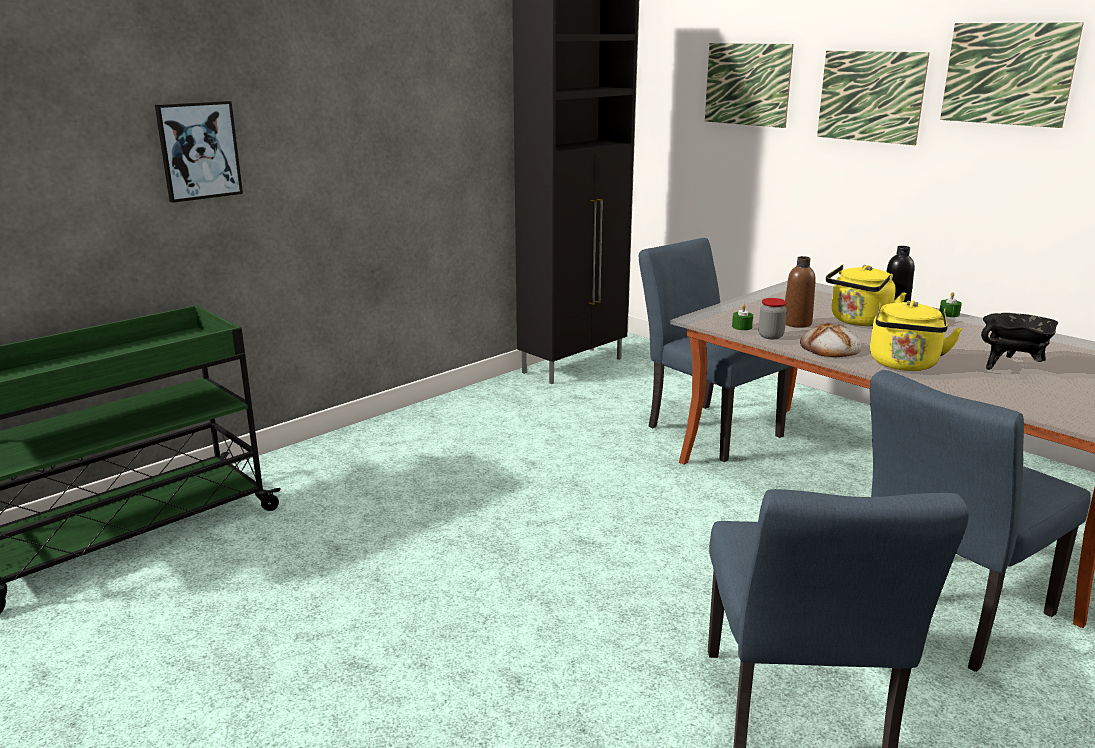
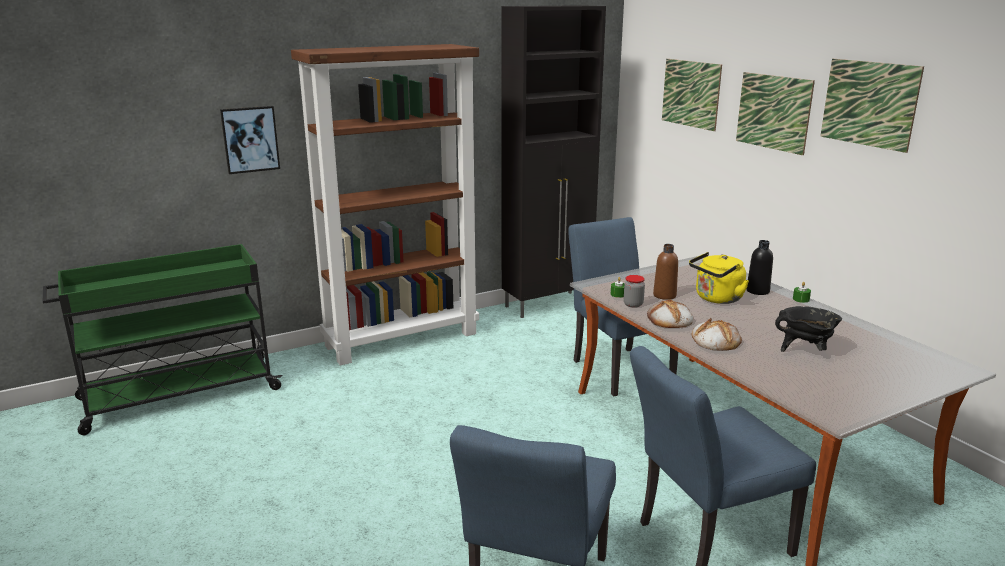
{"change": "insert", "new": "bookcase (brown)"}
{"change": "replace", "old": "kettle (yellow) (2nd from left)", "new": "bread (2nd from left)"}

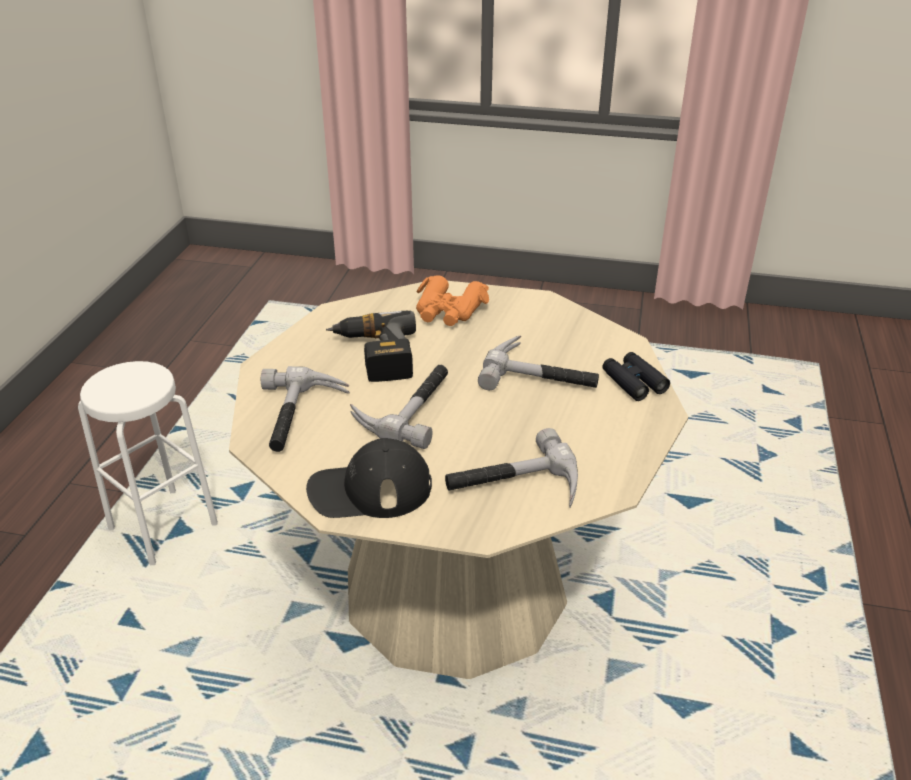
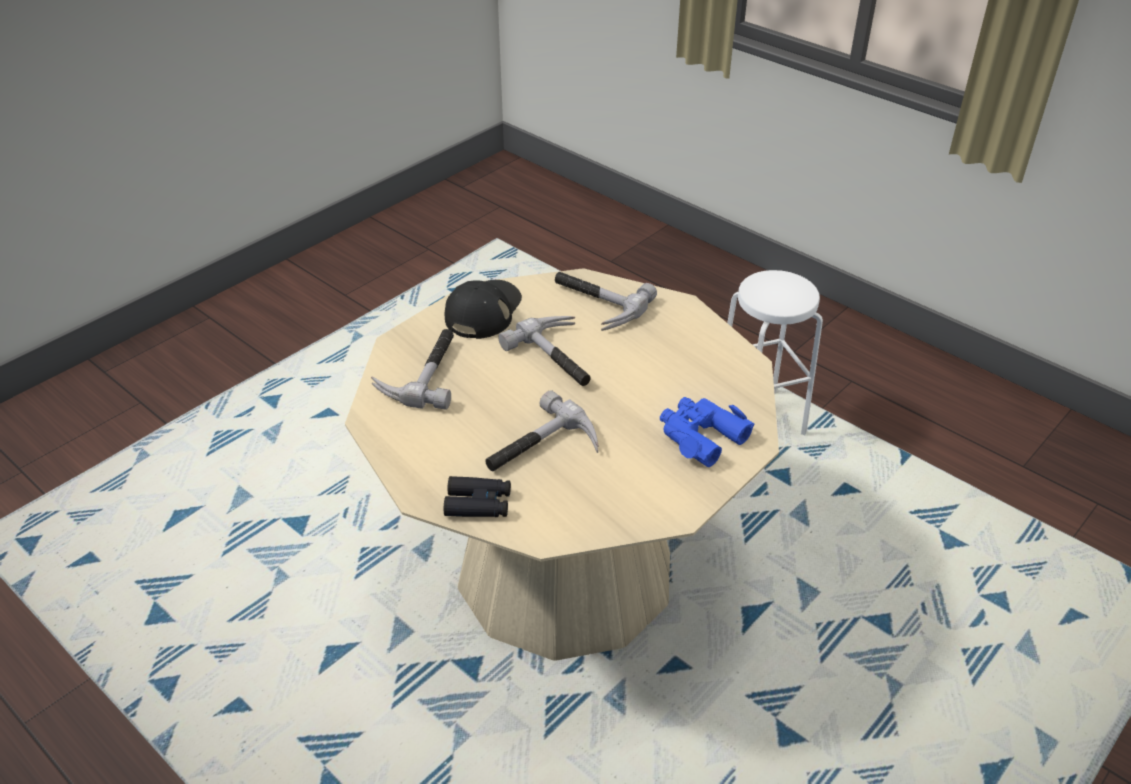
{"change": "recolor", "old": "binoculars (orange)", "new": "binoculars (blue)"}
{"change": "delete", "old": "power drill"}

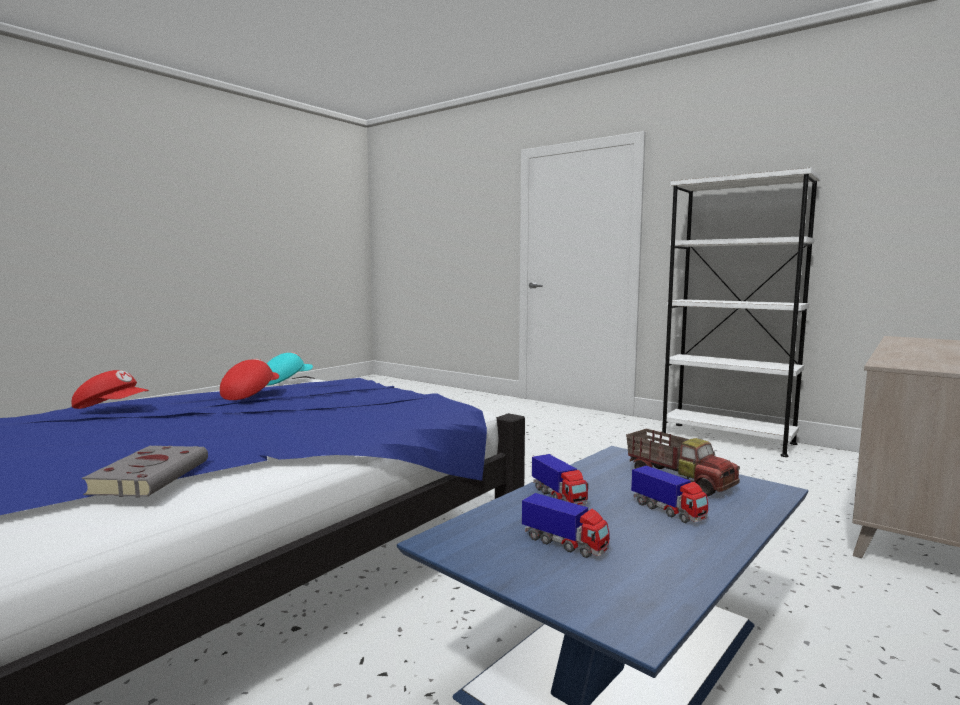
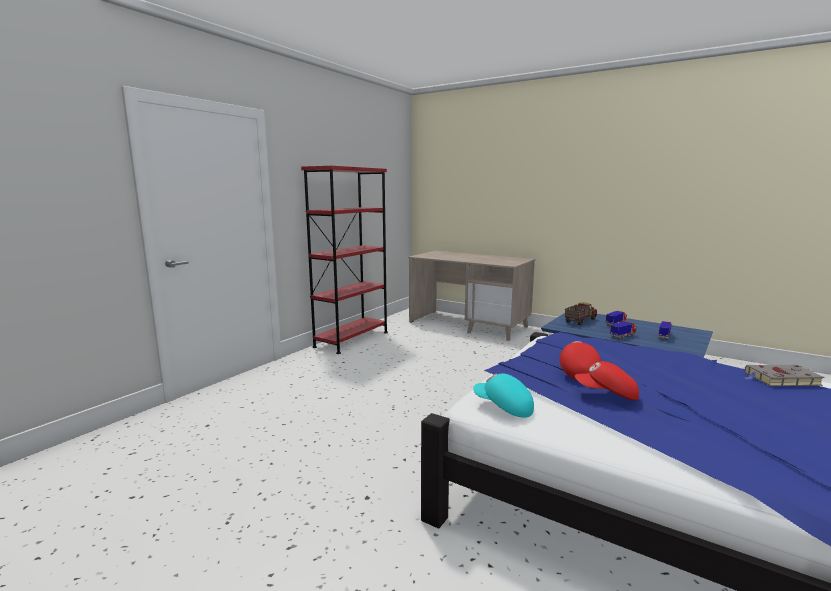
{"change": "recolor", "old": "bookcase (white)", "new": "bookcase (red)"}
{"change": "move", "old": "cap (red) (1st from left)"}

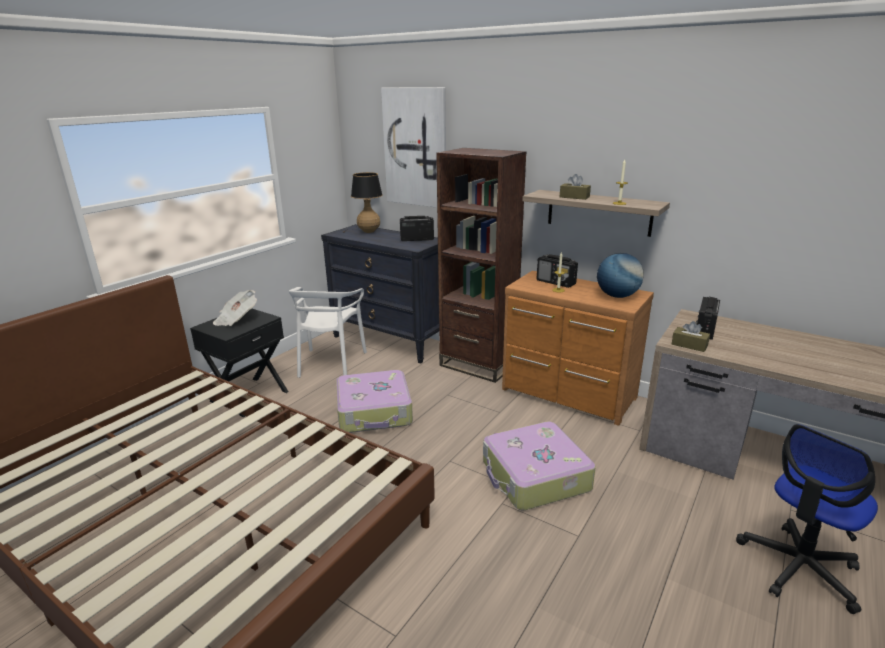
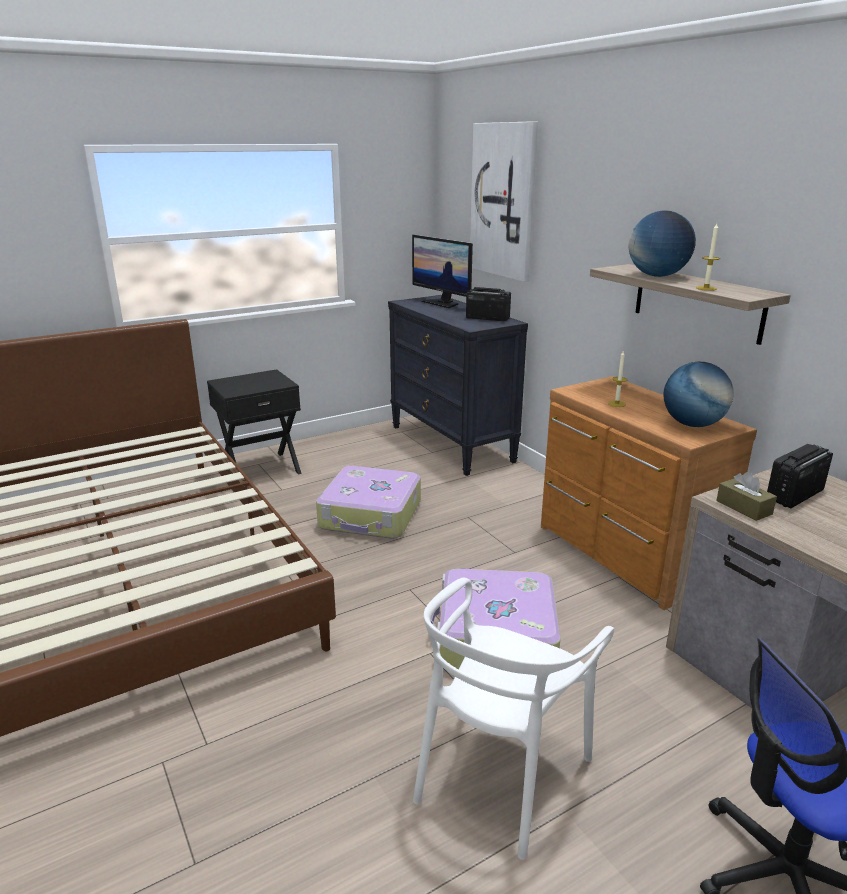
{"change": "replace", "old": "table lamp", "new": "monitor"}
{"change": "move", "old": "chair (white)"}
{"change": "replace", "old": "tissue box (brown) (1st from left)", "new": "globe (1st from left)"}
{"change": "delete", "old": "newspaper"}
{"change": "delete", "old": "bookcase (brown)"}
{"change": "delete", "old": "radio (2nd from left)"}

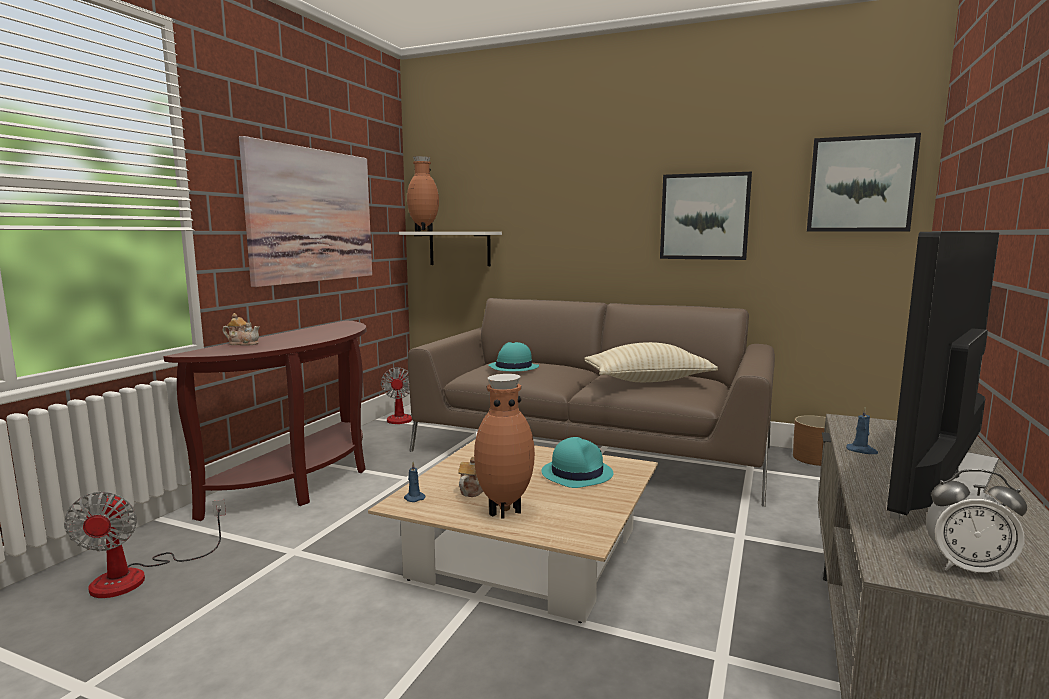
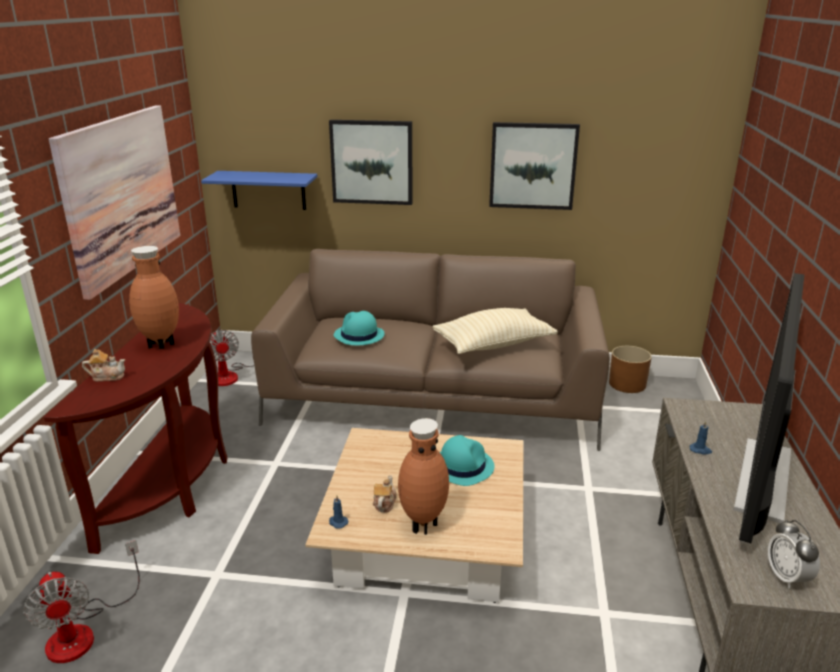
{"change": "move", "old": "vase (brown) (1st from left)"}
{"change": "recolor", "old": "shelf (white)", "new": "shelf (blue)"}
{"change": "move", "old": "picture (3rd from left in the first image)", "new": "picture (2nd from left)"}
{"change": "rotate", "old": "alarm clock", "degrees": 75}

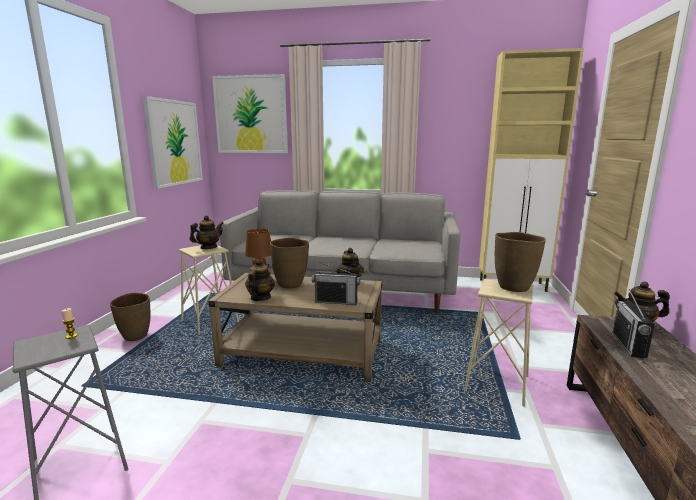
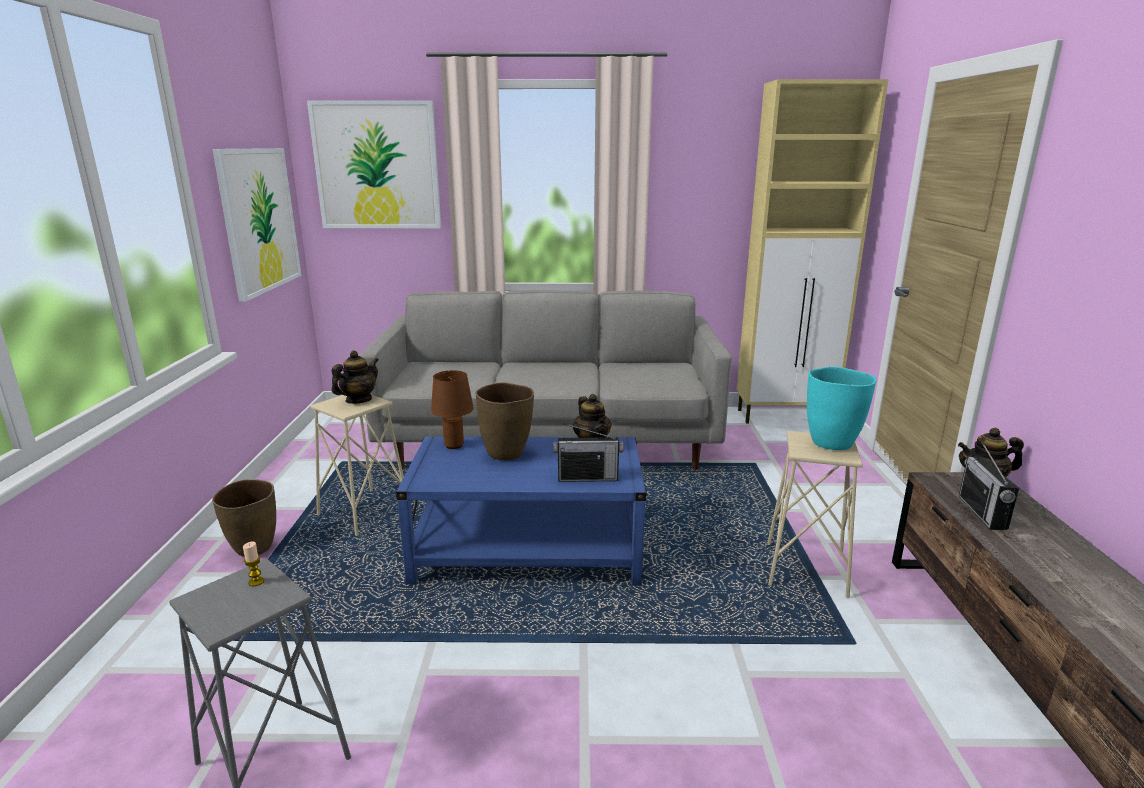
{"change": "recolor", "old": "coffee table (beige)", "new": "coffee table (blue)"}
{"change": "recolor", "old": "vase (brown) (3rd from left)", "new": "vase (turquoise)"}
{"change": "delete", "old": "teapot (2nd from left)"}

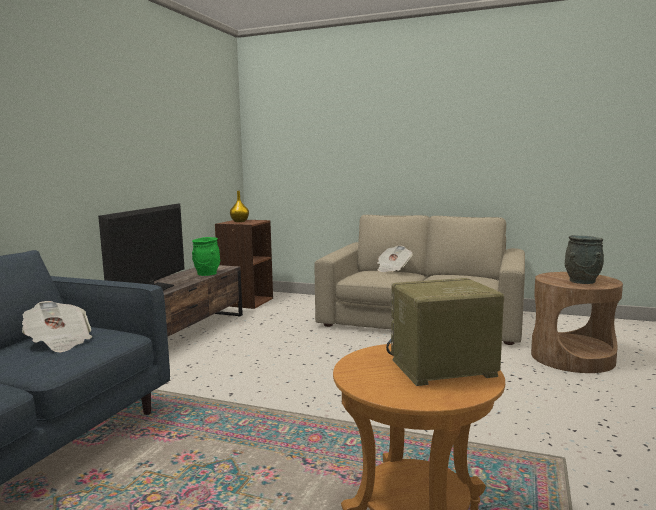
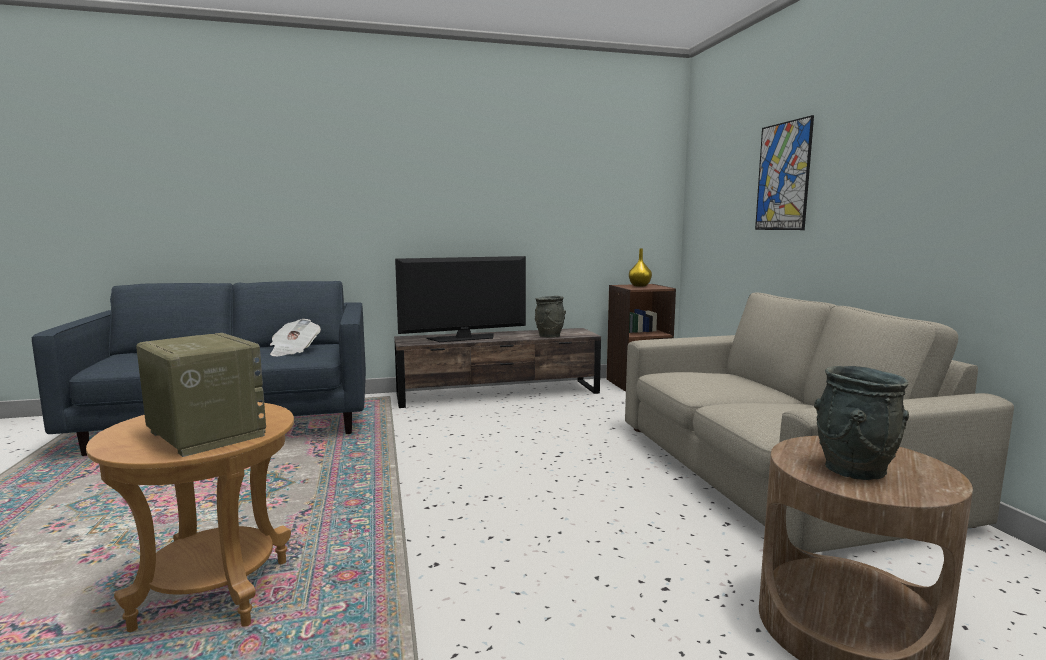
{"change": "recolor", "old": "vase (green)", "new": "vase (grey) (1st from left)"}
{"change": "insert", "new": "picture"}
{"change": "delete", "old": "newspaper (2nd from left)"}

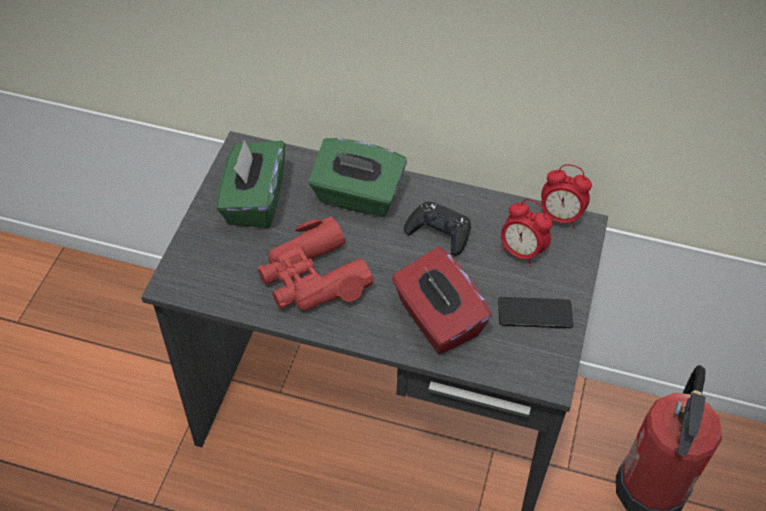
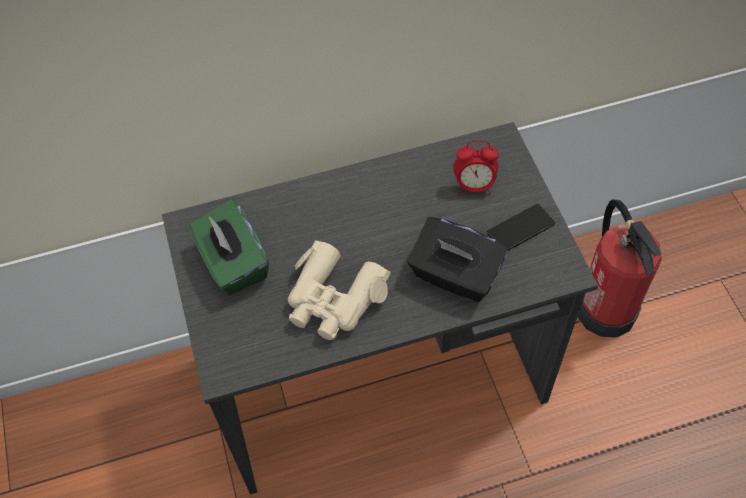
{"change": "recolor", "old": "binoculars (red)", "new": "binoculars (beige)"}
{"change": "recolor", "old": "tissue box (red)", "new": "tissue box (black)"}
{"change": "delete", "old": "tissue box (green) (2nd from left)"}
{"change": "delete", "old": "game controller (black)"}
{"change": "delete", "old": "alarm clock (2nd from left)"}

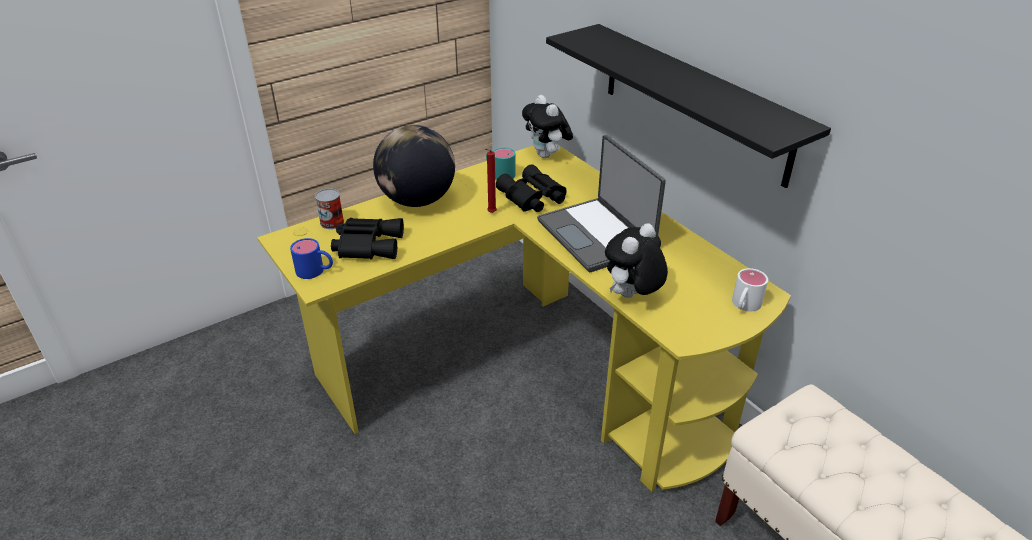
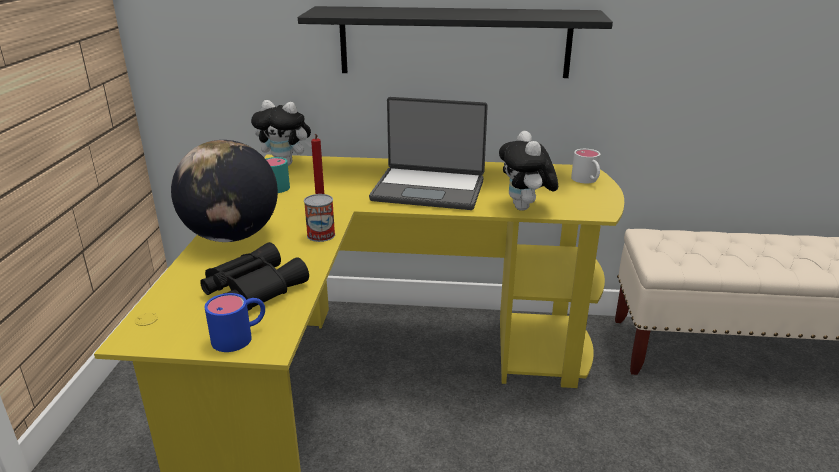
{"change": "move", "old": "can"}
{"change": "delete", "old": "binoculars (black) (2nd from left)"}

